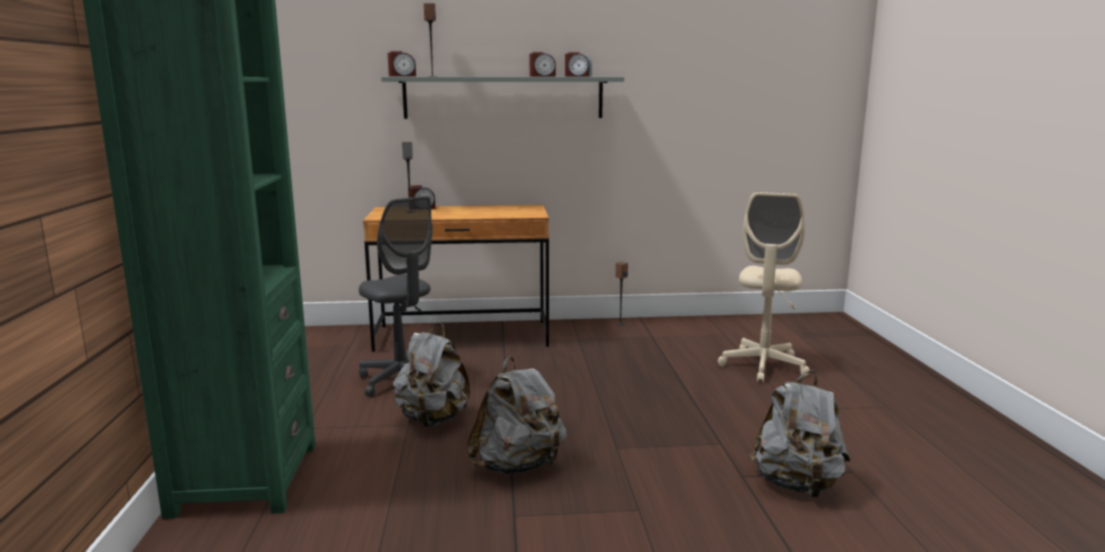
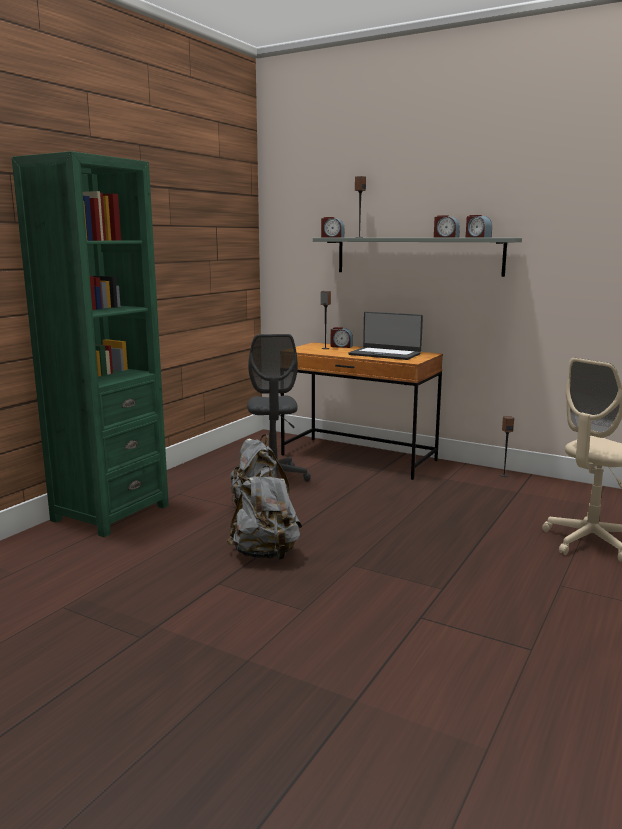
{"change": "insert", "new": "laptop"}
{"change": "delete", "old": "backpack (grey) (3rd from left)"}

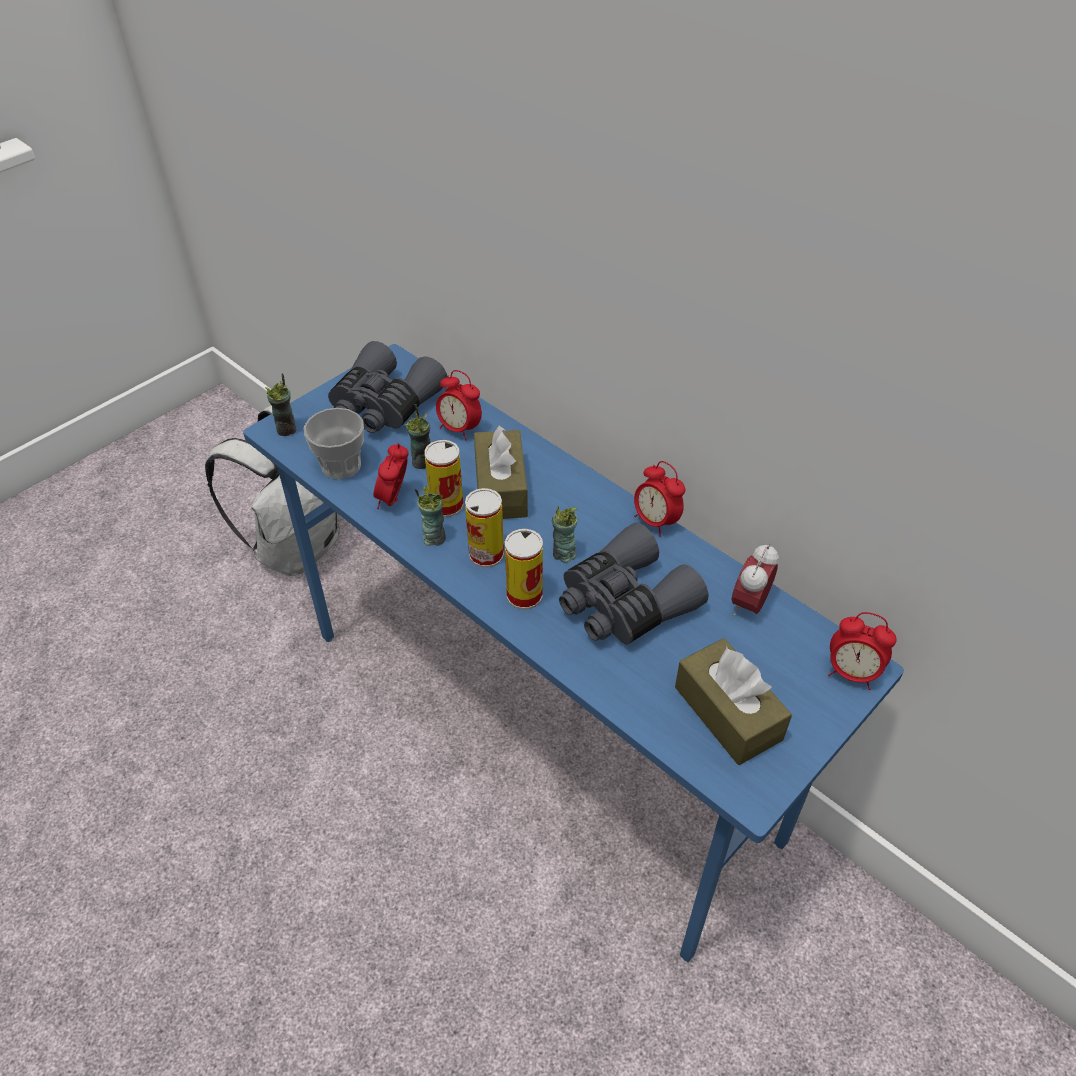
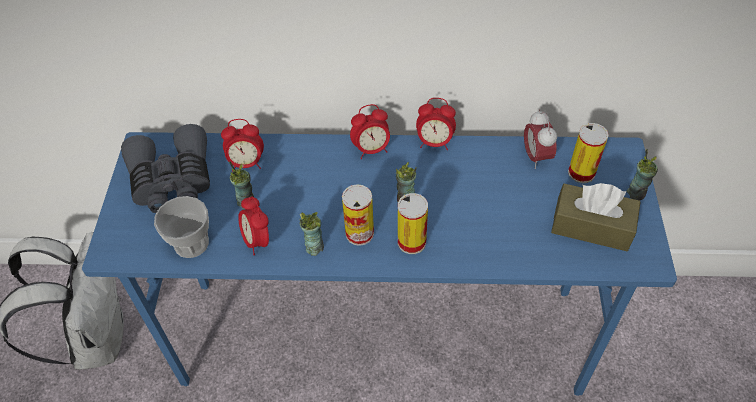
{"change": "move", "old": "alarm clock (5th from left in the first image)", "new": "alarm clock (3rd from left)"}
{"change": "move", "old": "can (1st from left in the first image)", "new": "can (3rd from left)"}
{"change": "move", "old": "cup (1st from left in the first image)", "new": "cup (5th from left)"}
{"change": "delete", "old": "tissue box (brown) (1st from left)"}
{"change": "delete", "old": "binoculars (grey) (2nd from left)"}

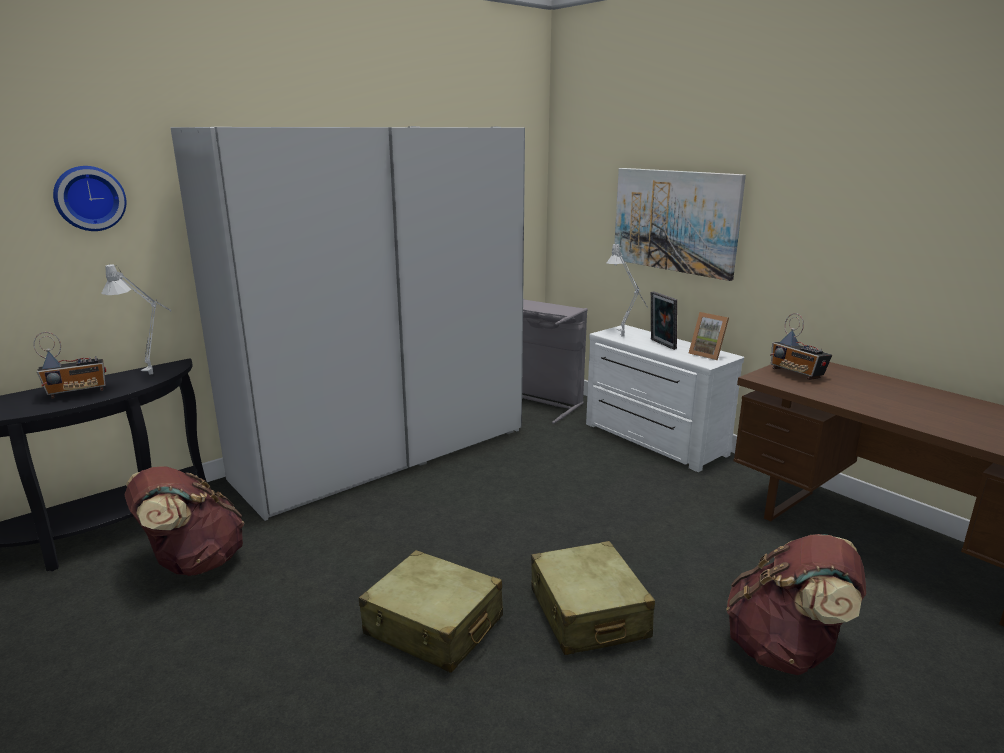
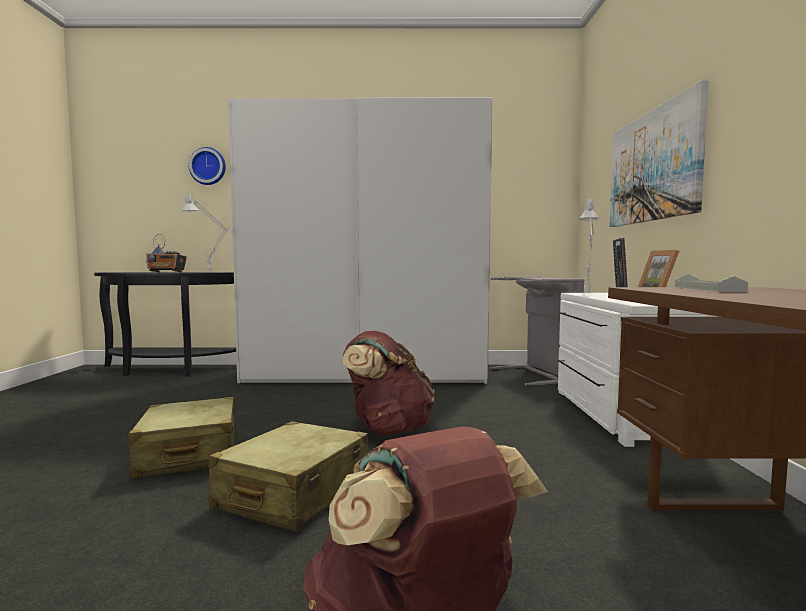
{"change": "move", "old": "backpack (brown) (1st from left)"}
{"change": "replace", "old": "radio (2nd from left)", "new": "tray (grey)"}

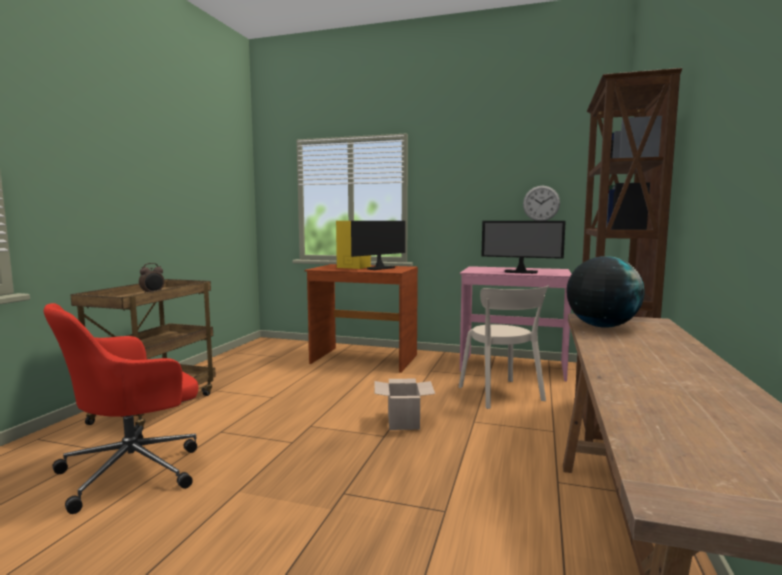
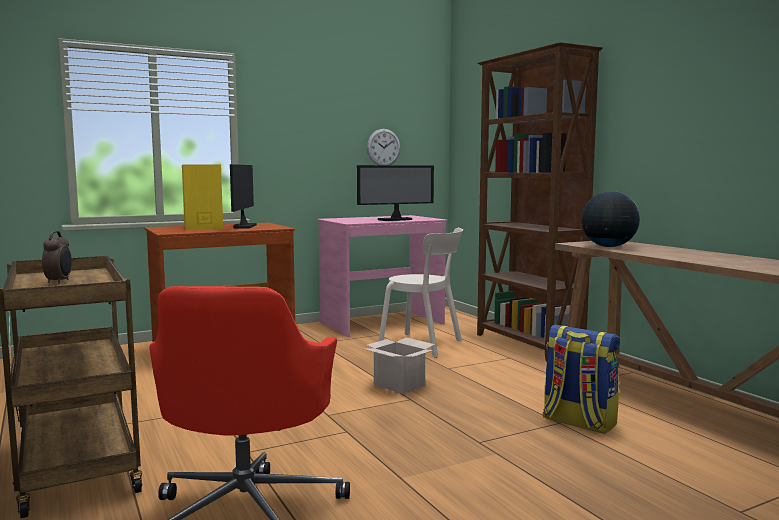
{"change": "insert", "new": "backpack"}

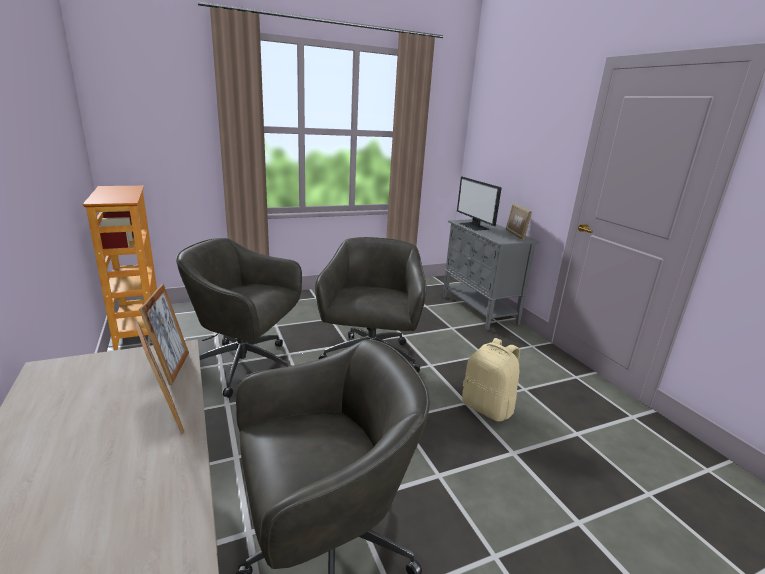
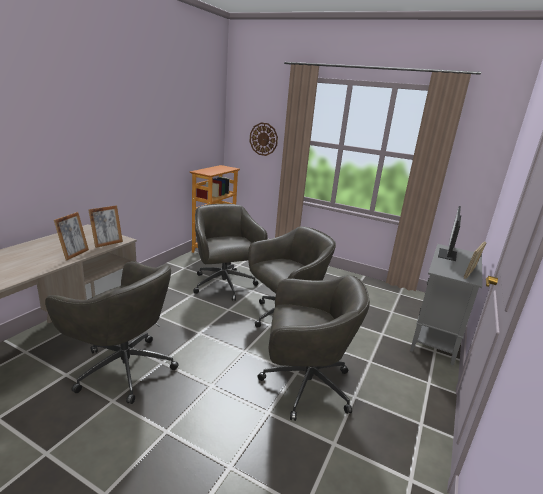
{"change": "insert", "new": "wall clock"}
{"change": "replace", "old": "backpack (beige)", "new": "office chair (grey) (4th from left)"}

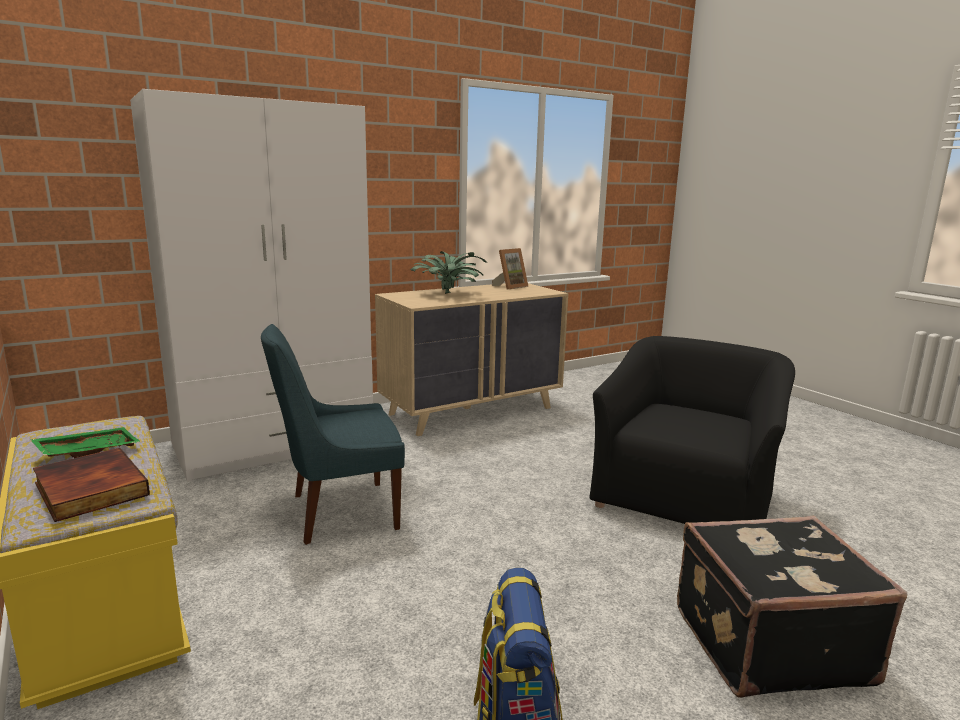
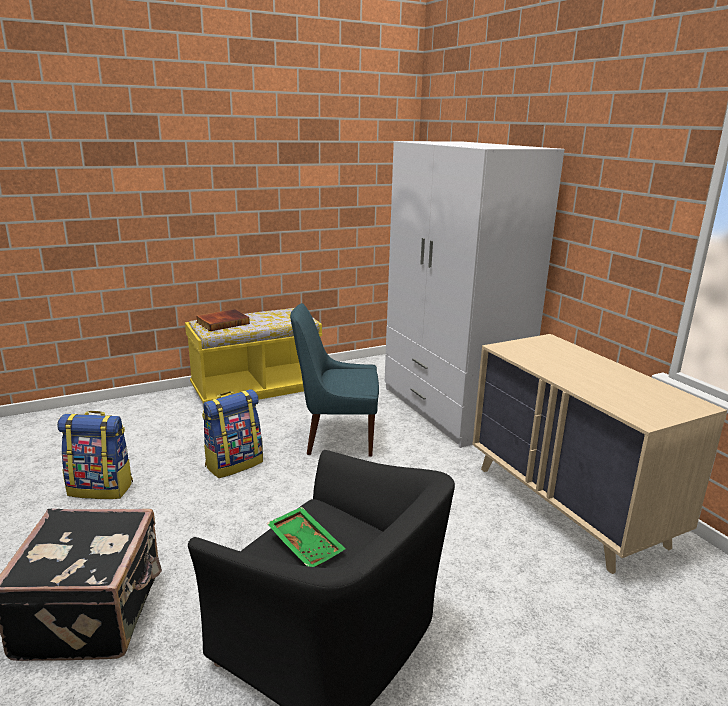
{"change": "insert", "new": "backpack (2nd from left)"}
{"change": "move", "old": "tray (green)"}
{"change": "rotate", "old": "chair (blue)", "degrees": -75}
{"change": "delete", "old": "potted plant"}
{"change": "delete", "old": "picture frame"}

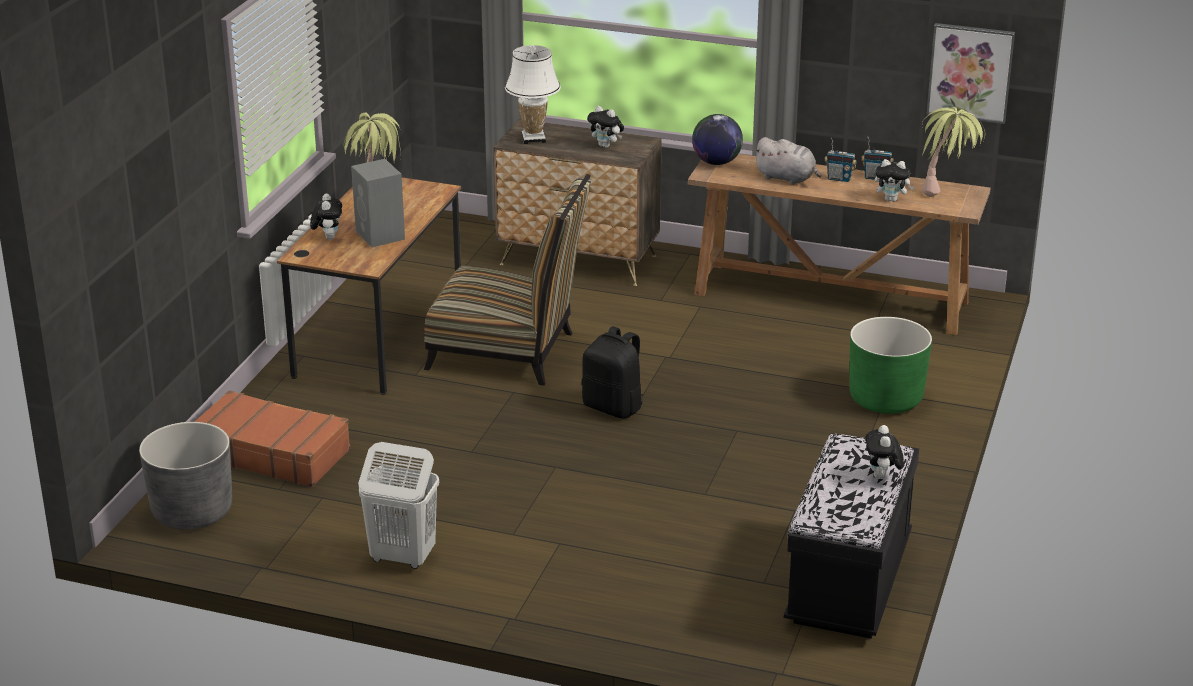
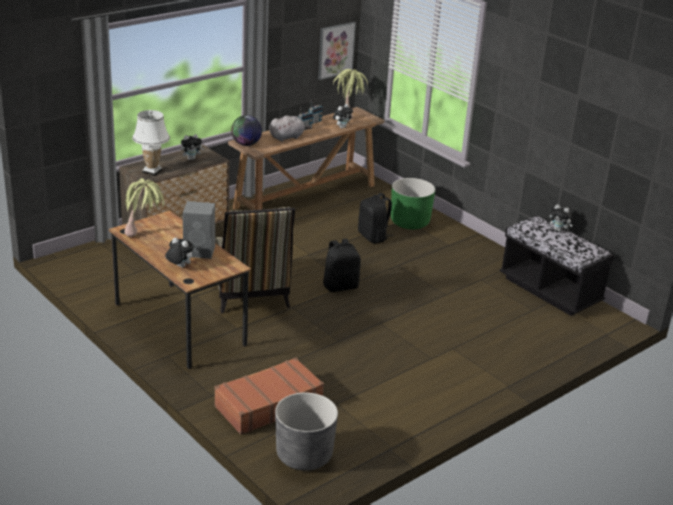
{"change": "rotate", "old": "chair", "degrees": 120}
{"change": "insert", "new": "backpack (black) (2nd from left)"}
{"change": "delete", "old": "laundry basket (white)"}

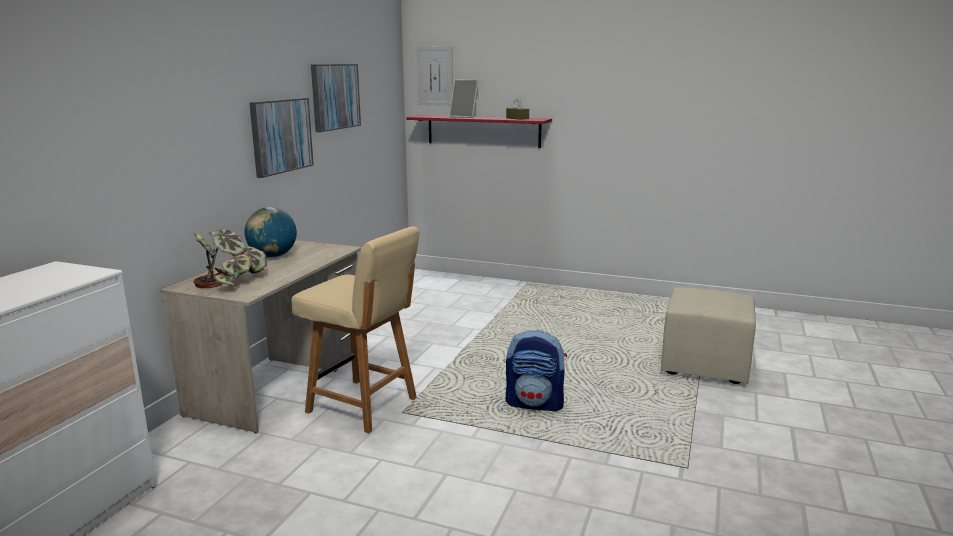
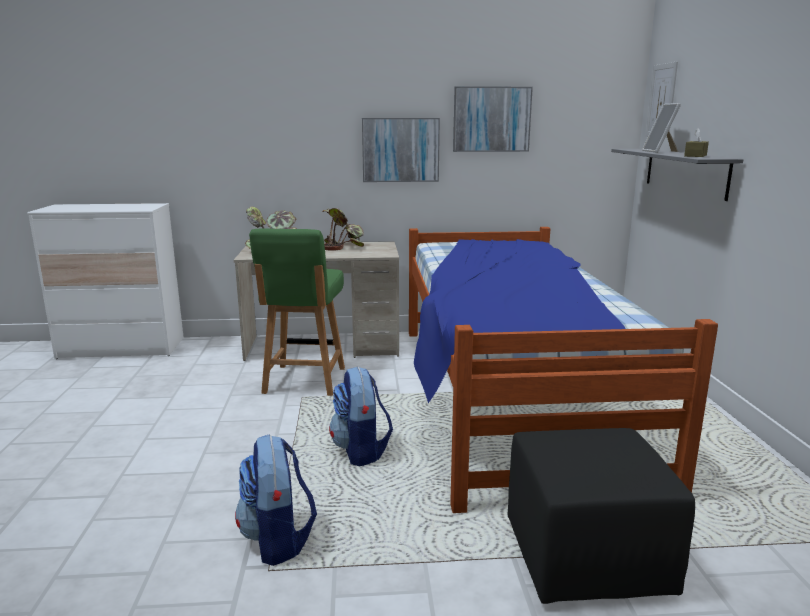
{"change": "insert", "new": "backpack (1st from left)"}
{"change": "recolor", "old": "chair (beige)", "new": "chair (green)"}
{"change": "replace", "old": "globe", "new": "potted plant (2nd from left)"}
{"change": "insert", "new": "bed"}
{"change": "recolor", "old": "ottoman (beige)", "new": "ottoman (black)"}
{"change": "recolor", "old": "shelf (red)", "new": "shelf (grey)"}

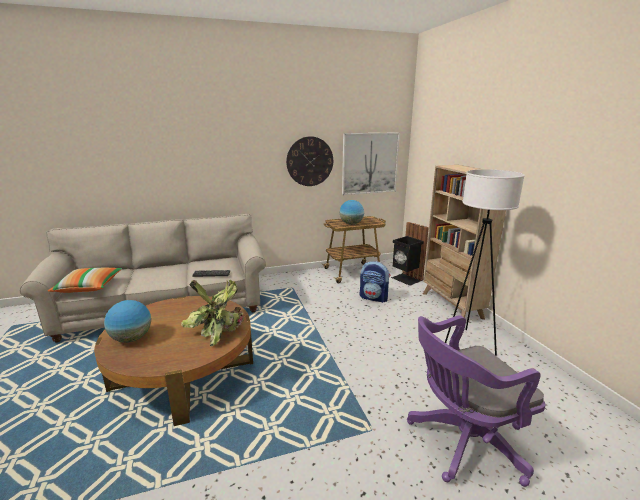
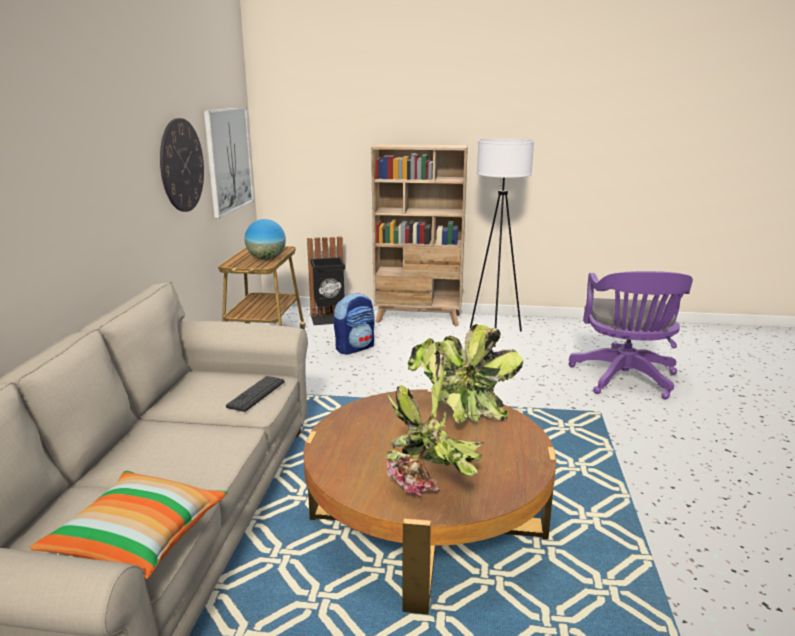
{"change": "replace", "old": "globe (1st from left)", "new": "potted plant (1st from left)"}

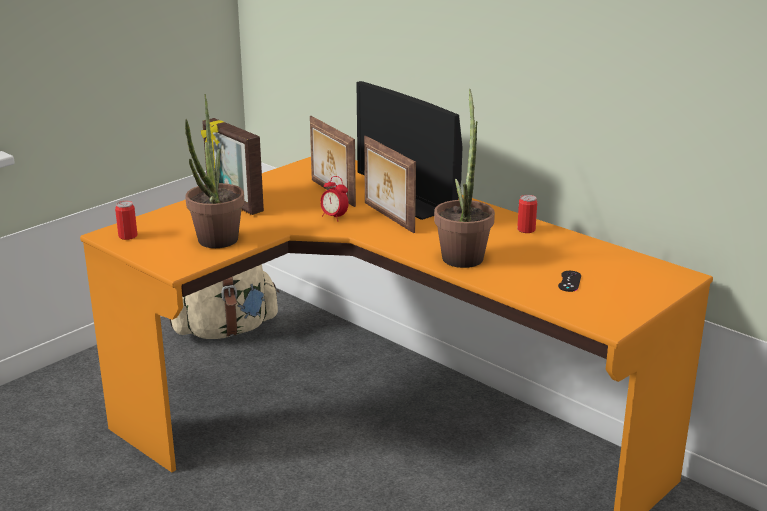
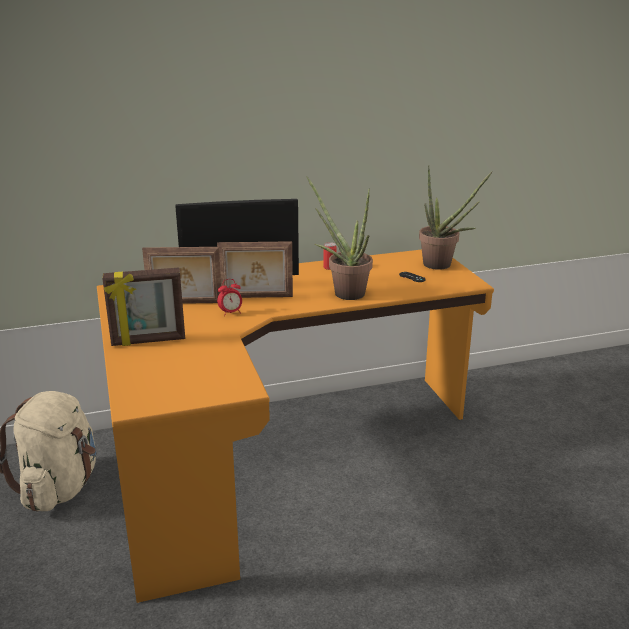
{"change": "move", "old": "potted plant (1st from left in the first image)", "new": "potted plant (2nd from left)"}
{"change": "delete", "old": "can (1st from left)"}

